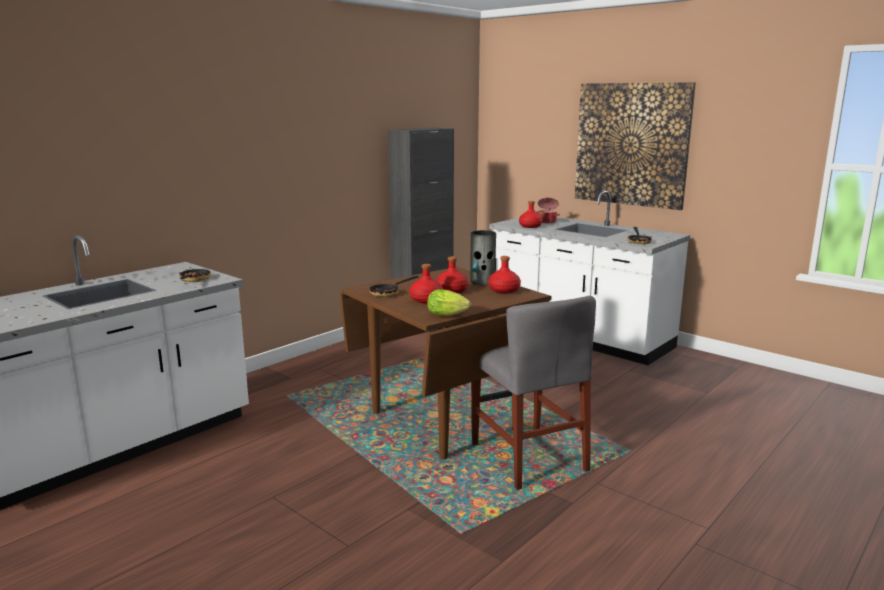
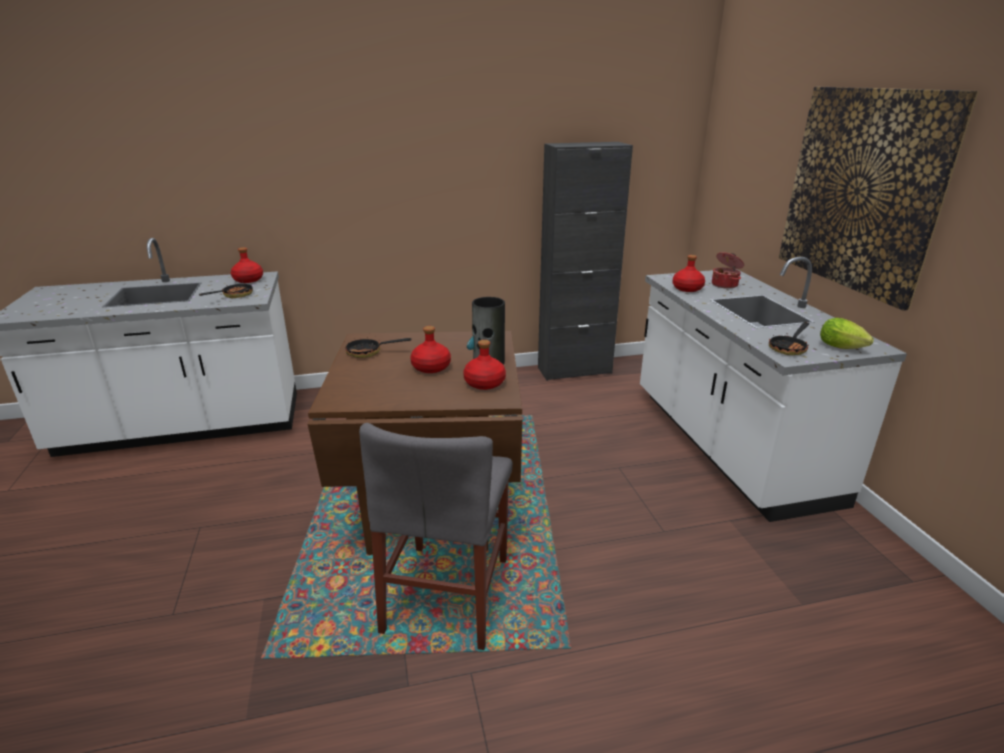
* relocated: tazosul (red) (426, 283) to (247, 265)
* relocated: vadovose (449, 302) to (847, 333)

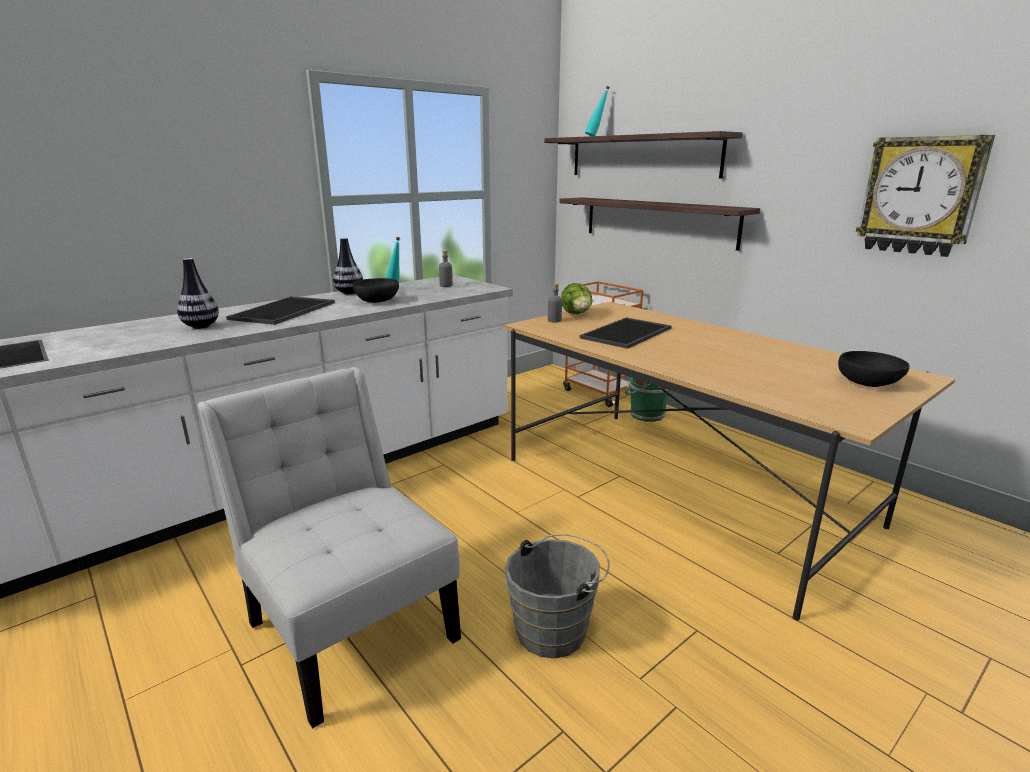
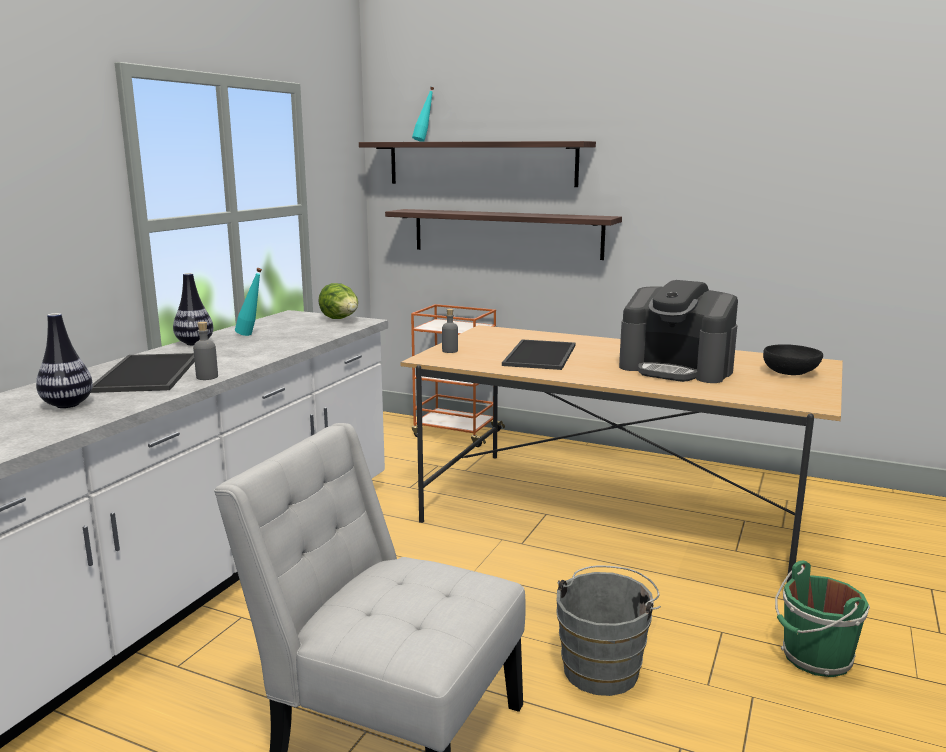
* missing: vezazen (925, 196)
* relocated: tazosul (grey) (446, 268) to (205, 351)
* missing: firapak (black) (376, 290)
* relocated: vadovose (576, 298) to (338, 301)
* relocated: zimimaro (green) (647, 400) to (822, 619)
* appeared: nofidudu (678, 331)

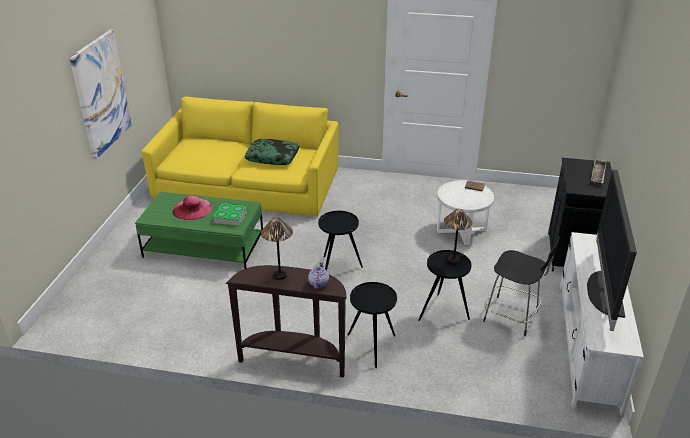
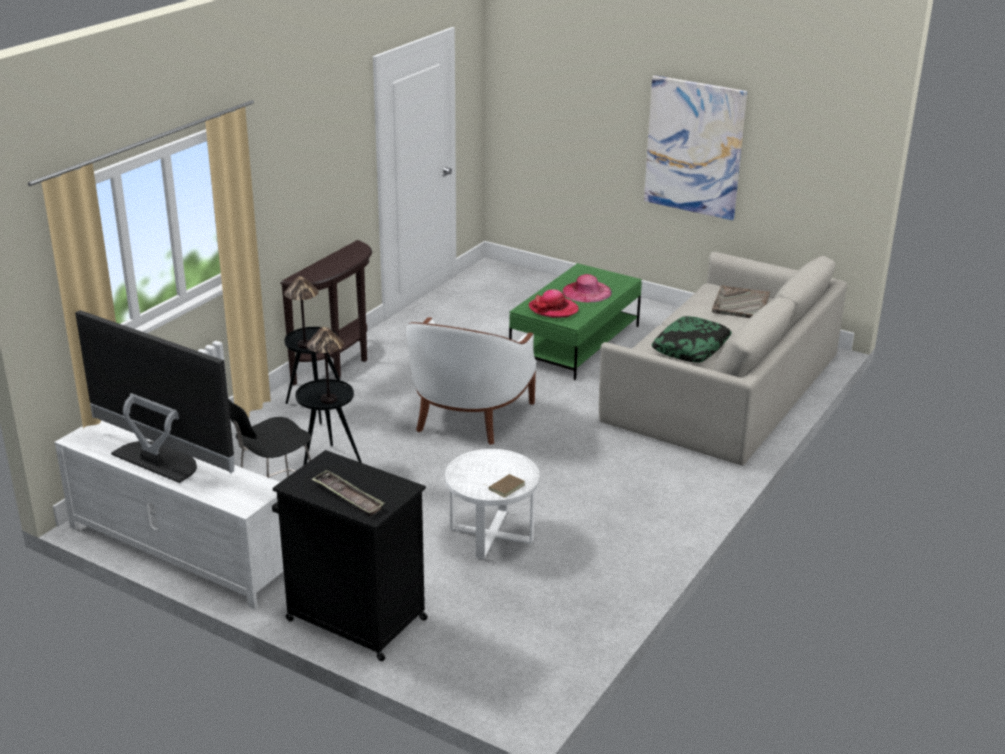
* colour: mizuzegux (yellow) (240, 156) to mizuzegux (grey) (723, 359)
* exchanged: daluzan (230, 214) to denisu (554, 303)
* exchanged: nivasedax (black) (340, 240) to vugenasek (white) (471, 381)
* relocated: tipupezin (277, 249) to (301, 312)
* missing: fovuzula (318, 275)
* appeared: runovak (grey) (741, 301)

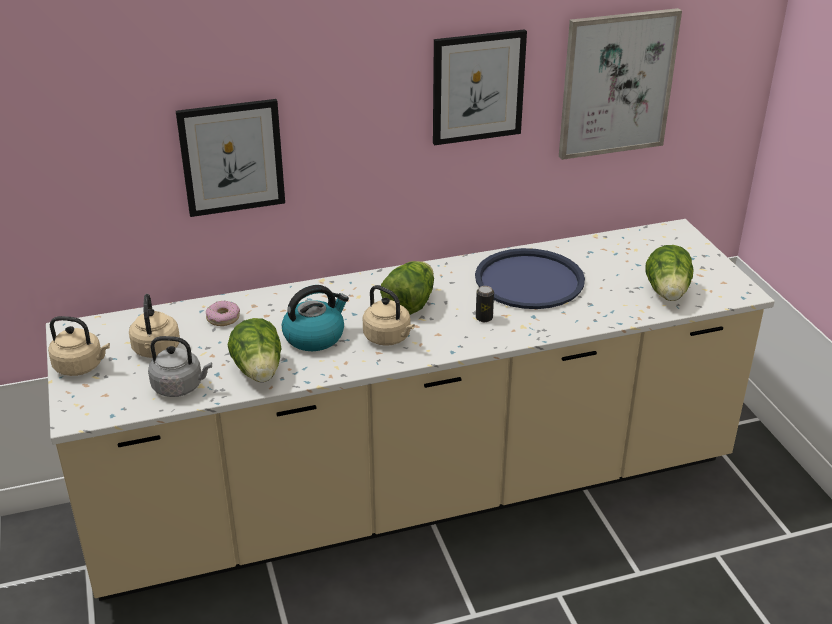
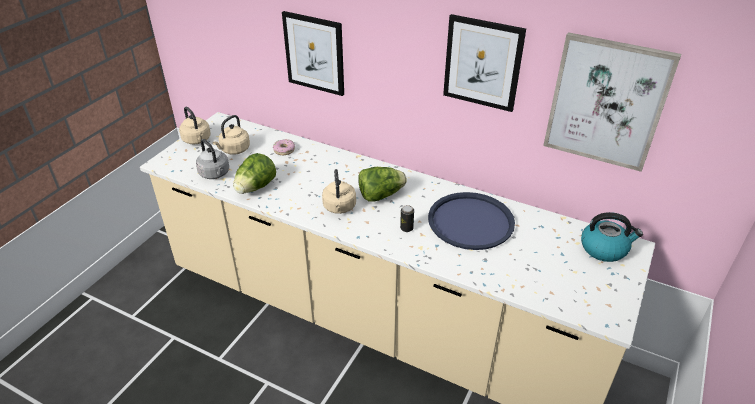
* missing: vadovose (669, 273)
* relocated: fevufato (315, 318) to (612, 237)

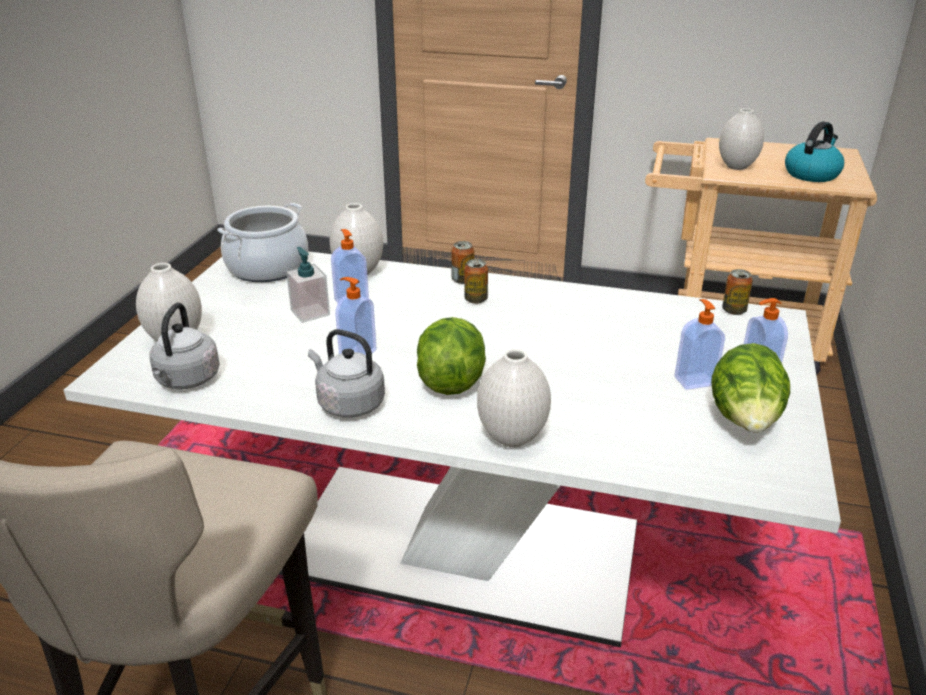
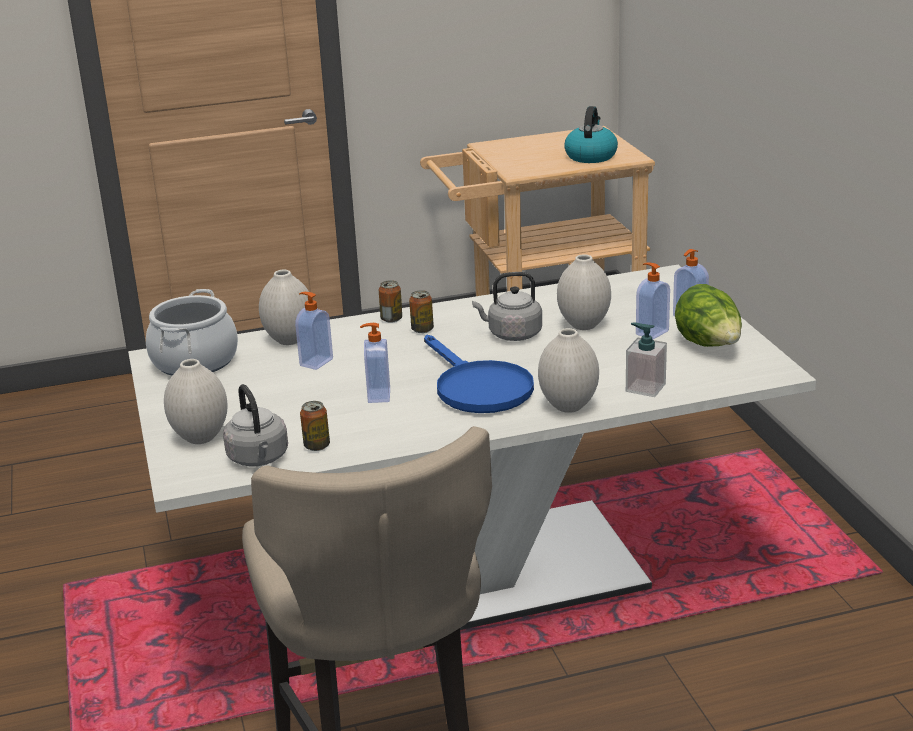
* relocated: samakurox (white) (741, 139) to (584, 292)
* relocated: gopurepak (308, 285) to (646, 359)
* relocated: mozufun (737, 292) to (315, 426)
* exchanged: vadovose (451, 356) to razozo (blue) (479, 374)
* relocated: fevufato (grey) (346, 373) to (507, 306)

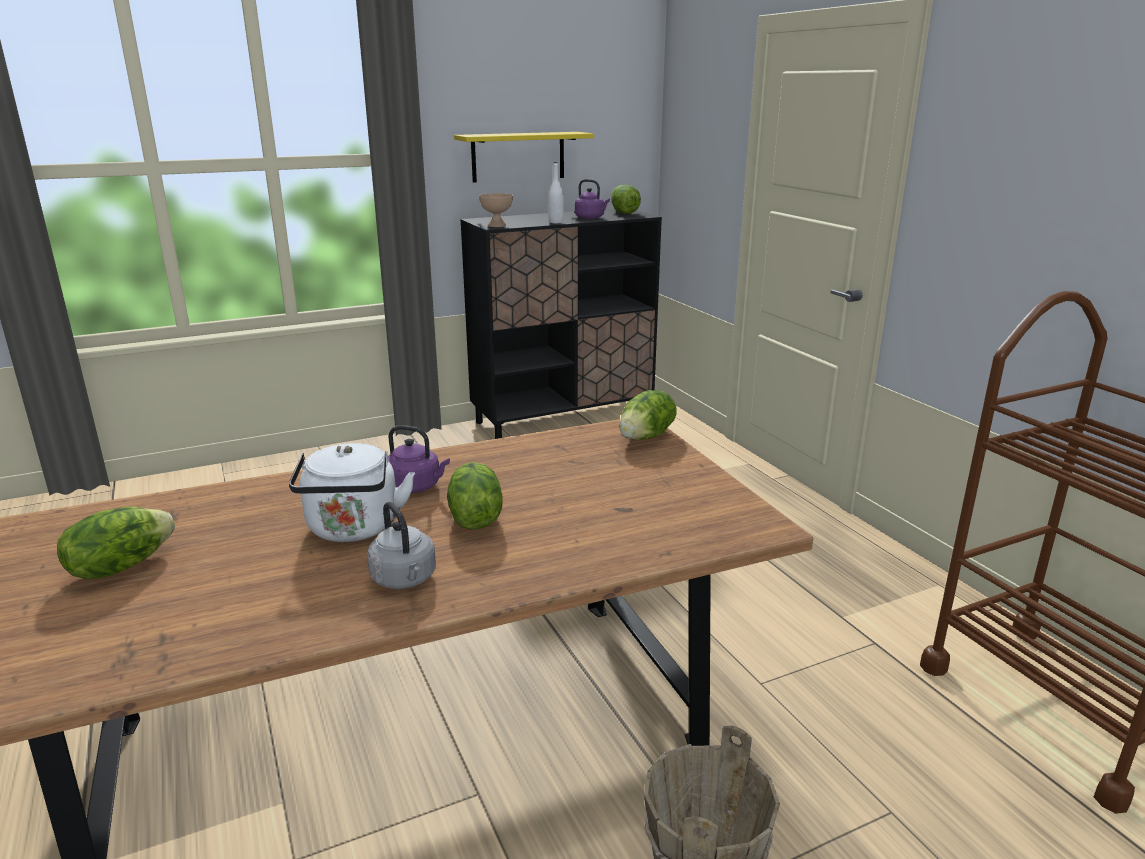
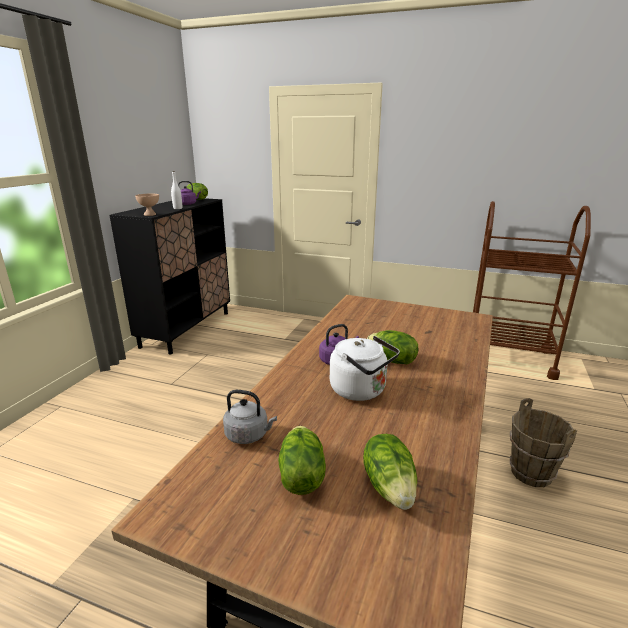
* missing: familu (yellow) (524, 157)
* relocated: vadovose (647, 415) to (390, 472)
* relocated: fevufato (grey) (401, 545) to (250, 417)

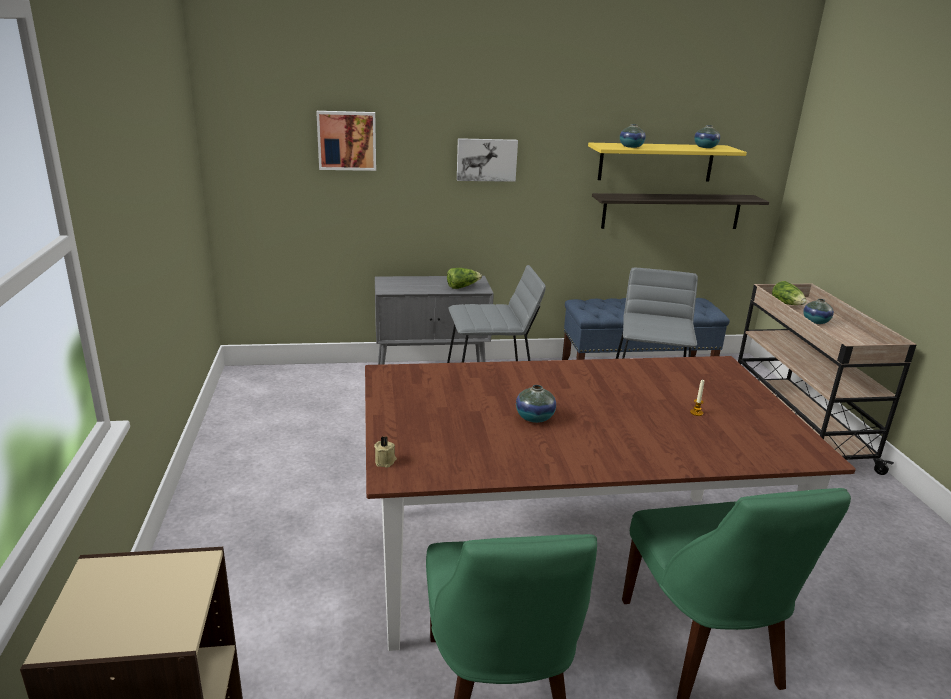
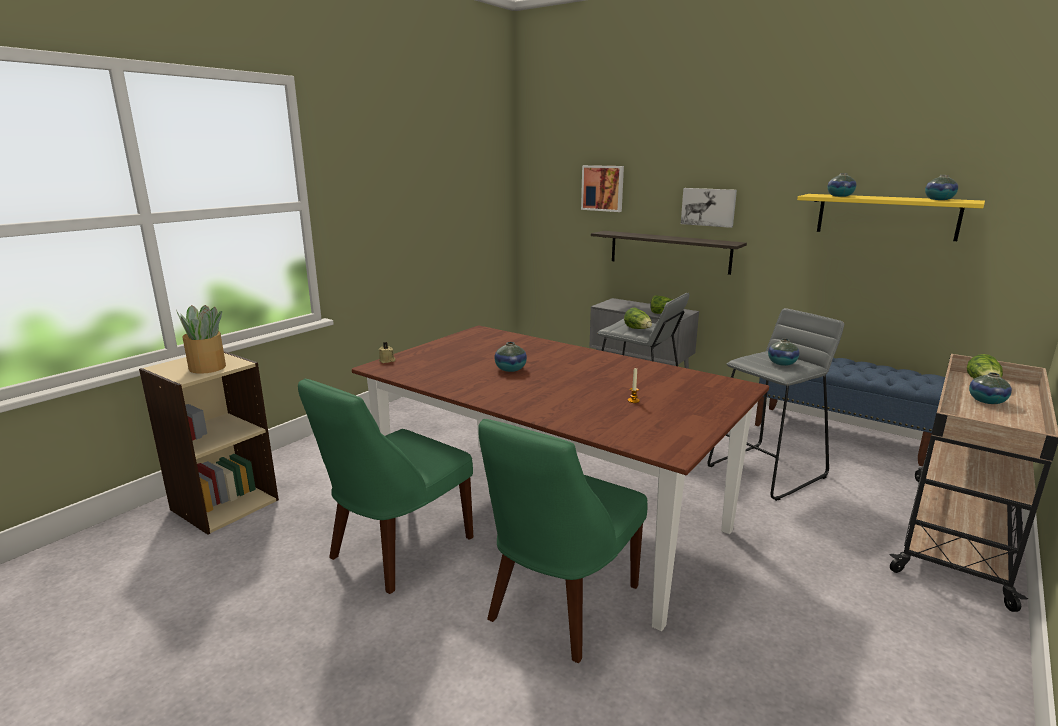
* relocated: familu (680, 211) to (669, 253)
* appeared: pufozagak (201, 339)
* appeared: vadovose (638, 318)
* appeared: samakurox (783, 352)

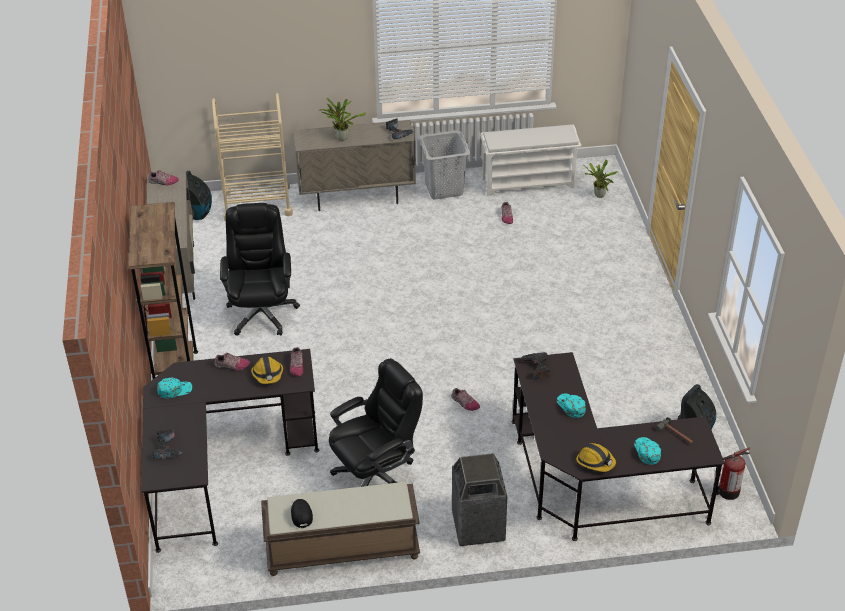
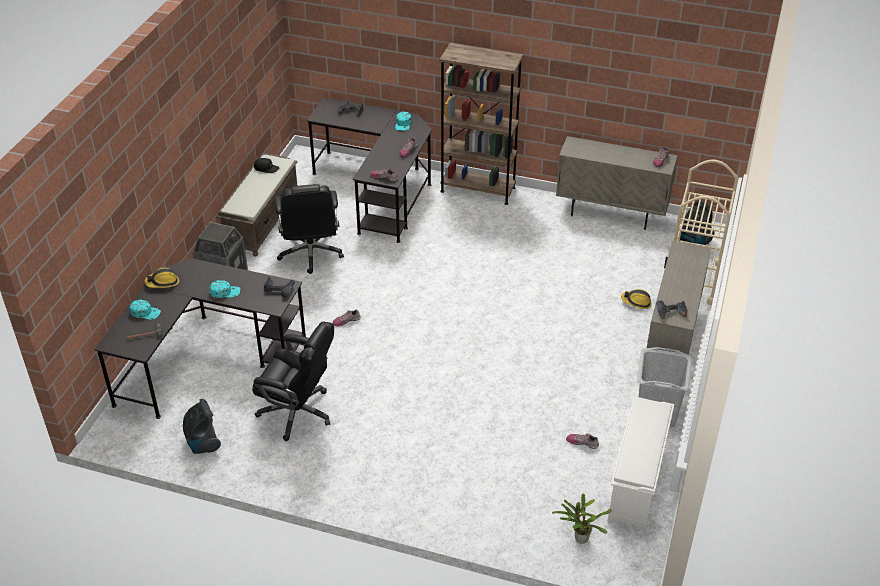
* missing: pufozagak (342, 119)
* relocated: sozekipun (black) (260, 269) to (293, 381)
* relocated: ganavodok (267, 370) to (636, 299)
* missing: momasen (733, 474)

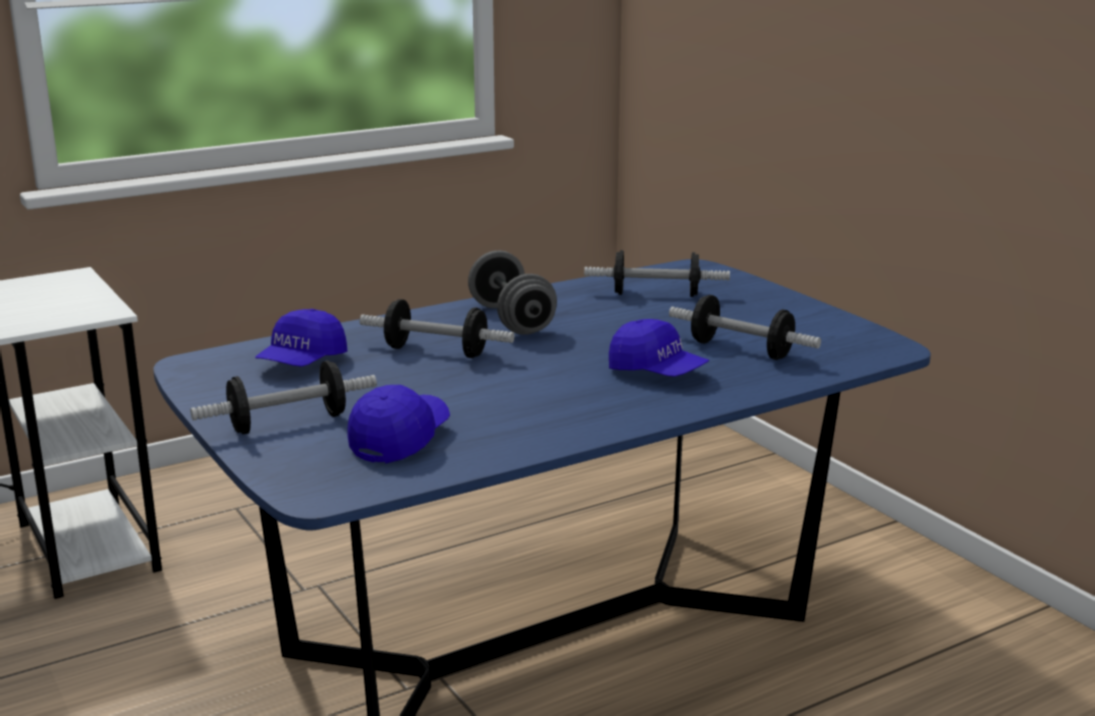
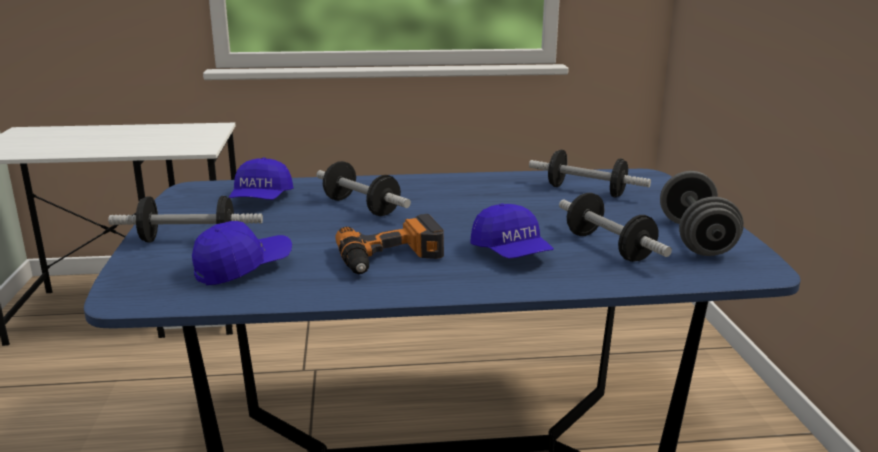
* relocated: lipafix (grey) (512, 292) to (702, 213)
* spun: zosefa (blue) (301, 338) = (261, 178) 45 degrees counterclockwise
* appeared: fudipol (389, 244)

